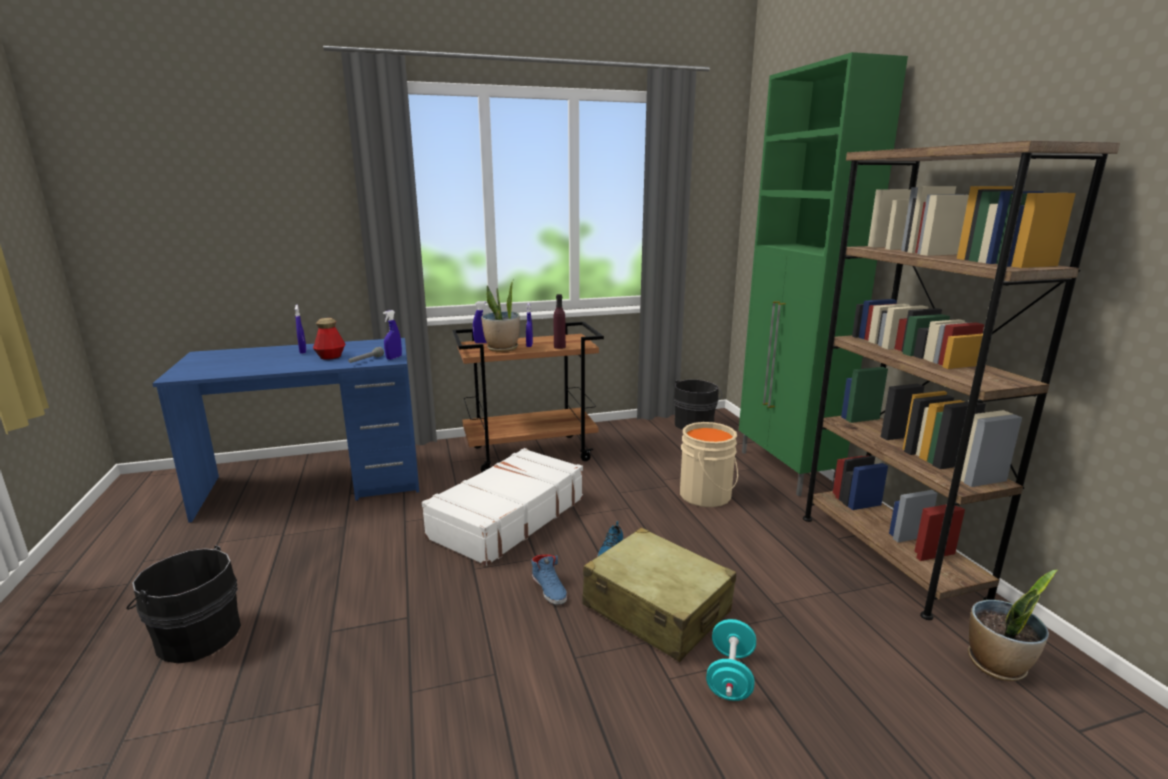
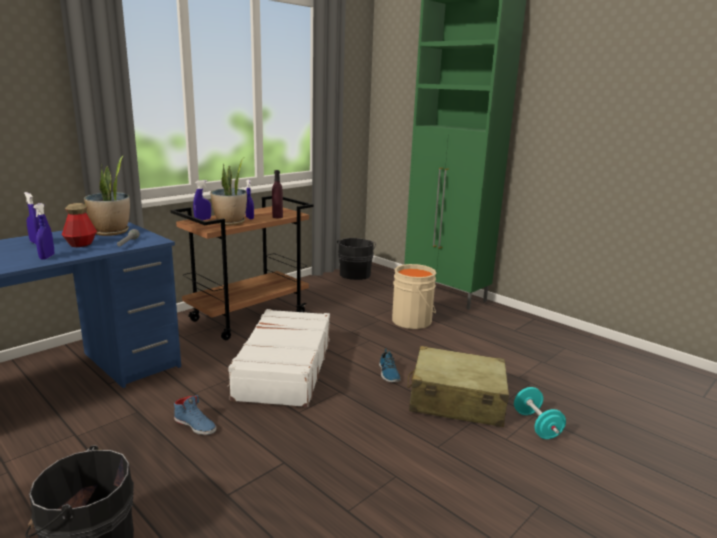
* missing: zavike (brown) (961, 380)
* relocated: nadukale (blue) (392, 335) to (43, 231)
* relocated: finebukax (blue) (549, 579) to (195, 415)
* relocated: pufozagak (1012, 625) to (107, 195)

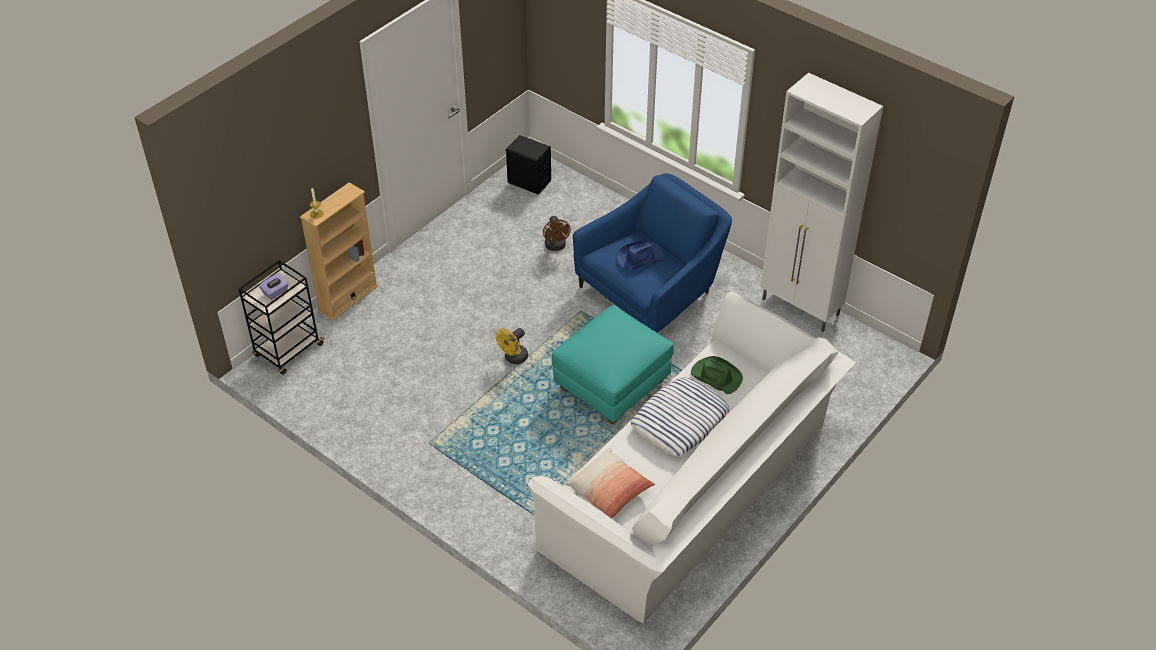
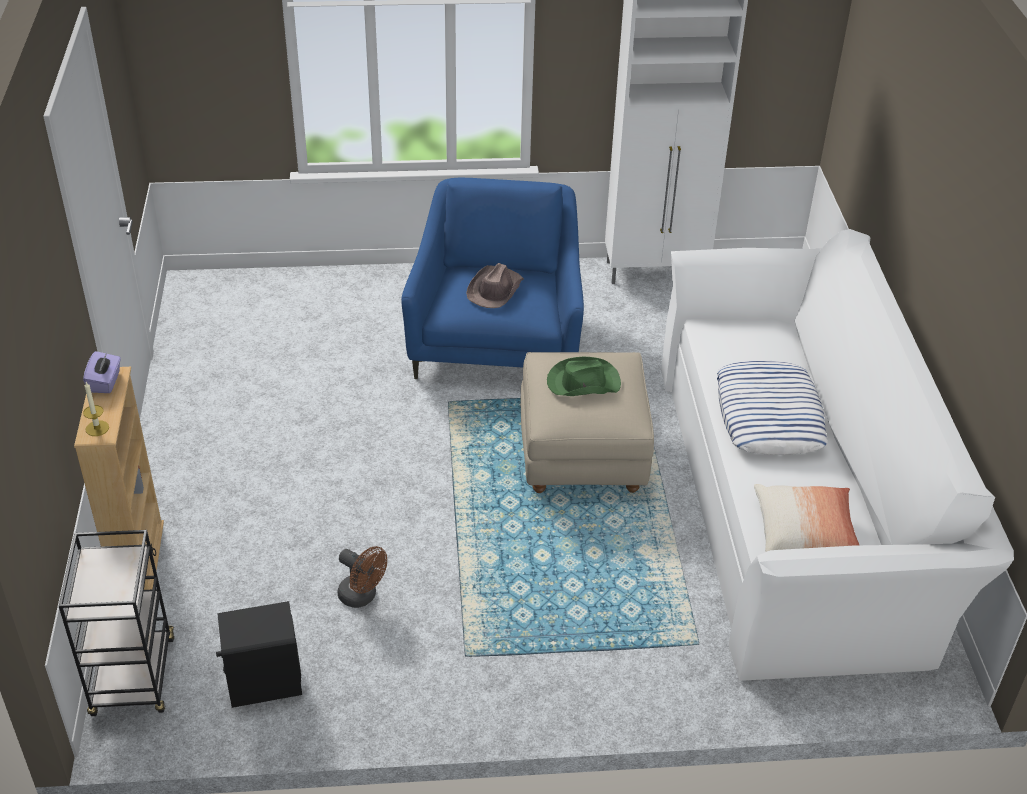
* relocated: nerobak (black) (528, 164) to (259, 654)
* relocated: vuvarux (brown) (557, 233) to (362, 577)
* colour: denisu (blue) (640, 255) to denisu (brown) (495, 285)
* relocated: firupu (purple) (274, 286) to (102, 372)
* colour: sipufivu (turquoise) (613, 364) to sipufivu (beige) (587, 422)
* missing: vuvarux (yellow) (512, 346)
* relocated: denisu (green) (717, 375) to (584, 376)

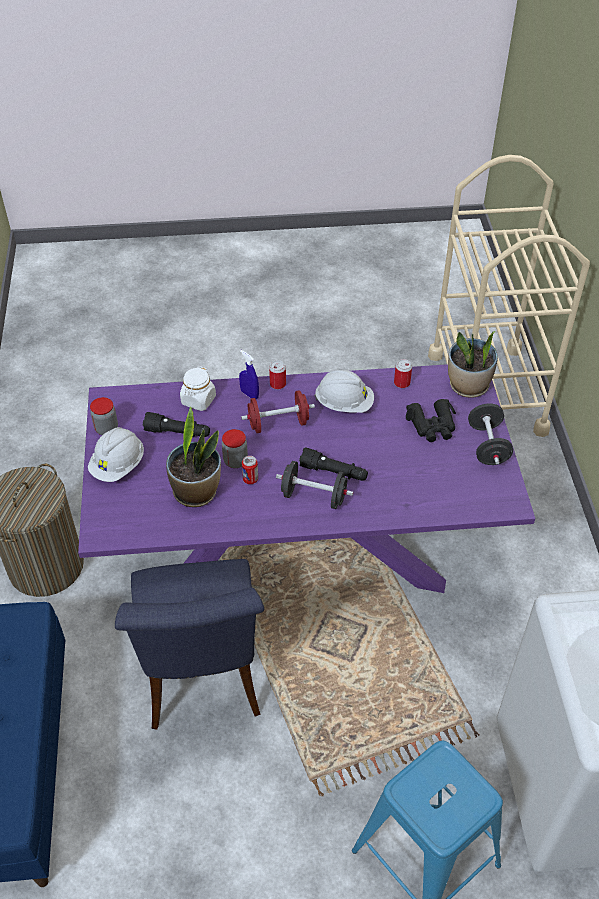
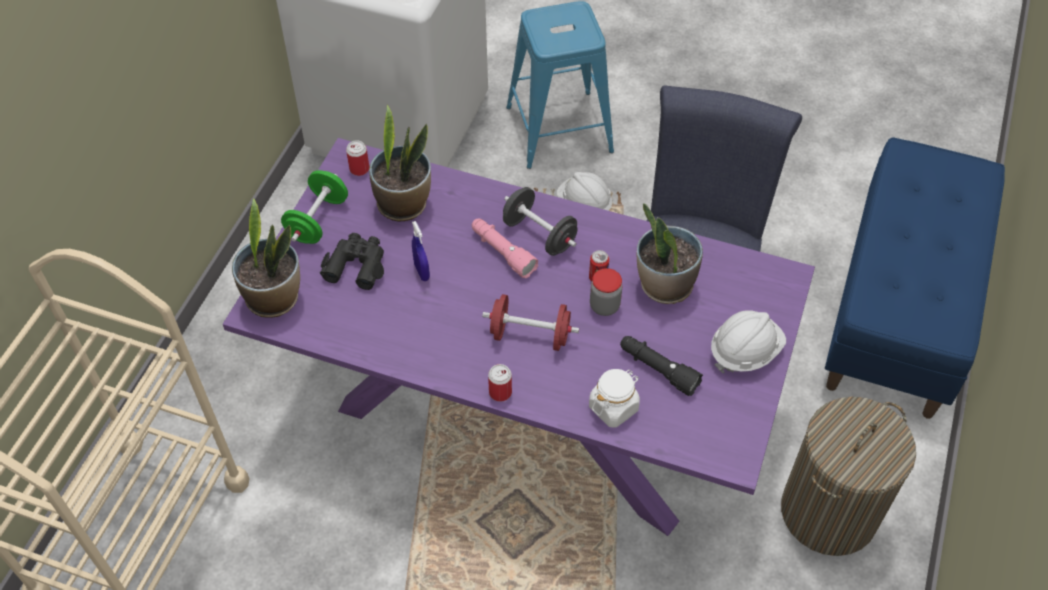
* relocated: nadukale (blue) (249, 374) to (421, 251)
* relocated: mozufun (403, 373) to (357, 158)
* relocated: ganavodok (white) (344, 391) to (584, 191)
* missing: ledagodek (104, 416)
* colour: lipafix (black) (490, 434) to lipafix (green) (314, 207)
* colour: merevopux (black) (333, 464) to merevopux (pink) (505, 248)
* appeared: pufozagak (400, 163)

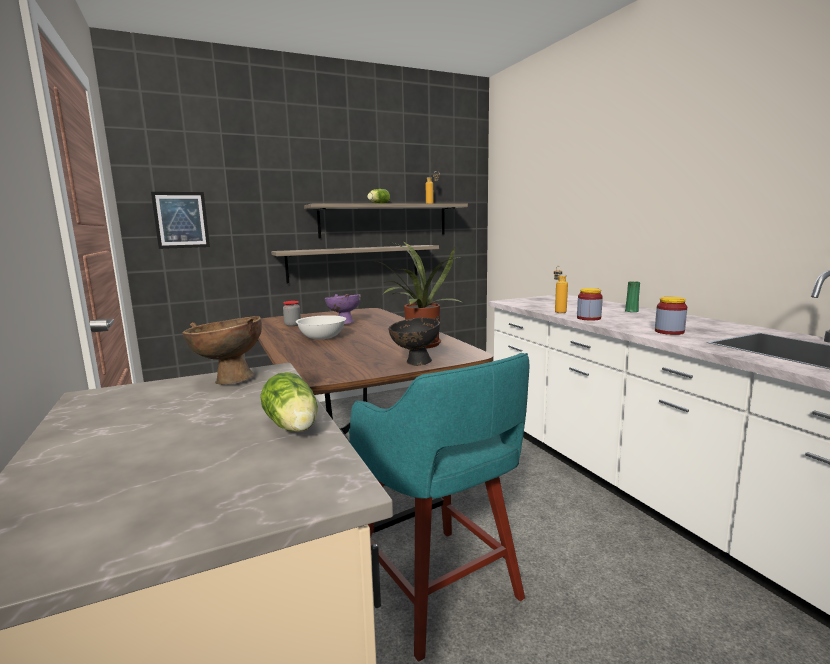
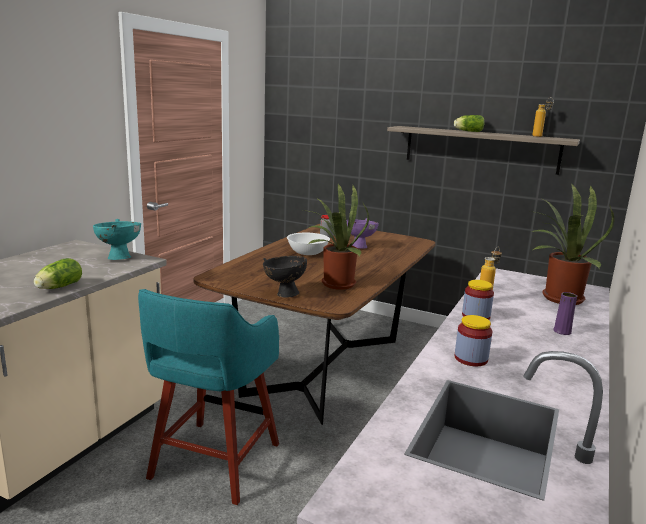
* missing: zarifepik (180, 220)
* missing: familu (355, 264)
* colour: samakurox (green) (632, 296) to samakurox (purple) (565, 313)
* colour: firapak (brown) (222, 350) to firapak (turquoise) (117, 239)
* appeared: pufozagak (571, 244)

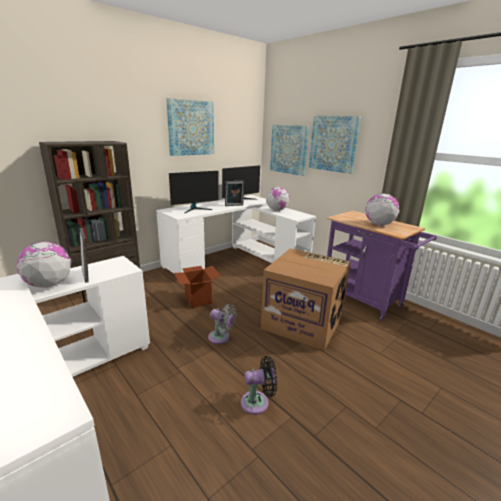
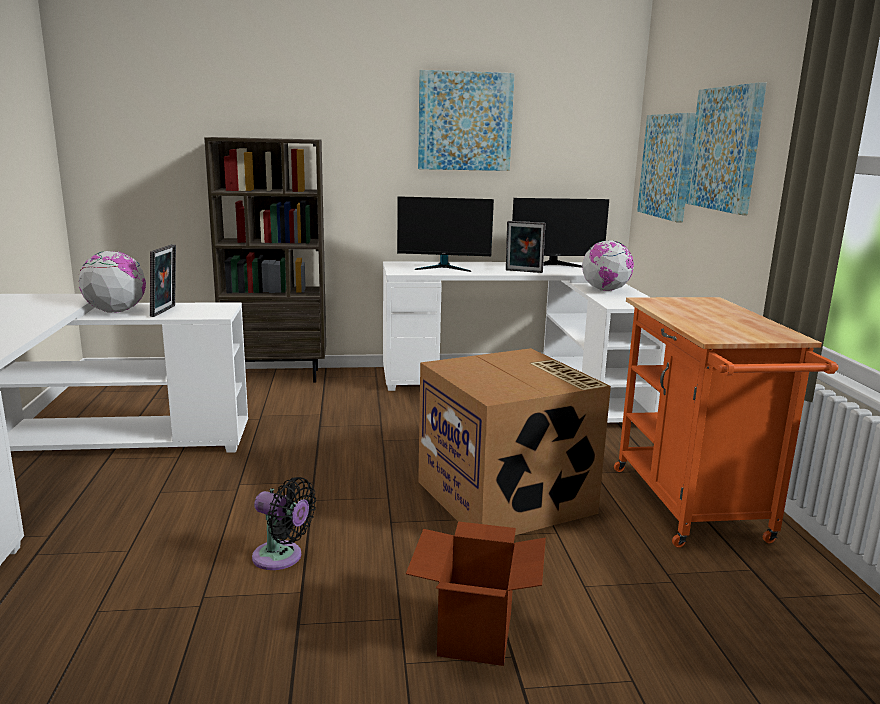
* missing: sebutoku (382, 210)
* colour: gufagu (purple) (382, 266) to gufagu (orange) (726, 422)
* relocated: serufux (197, 286) to (476, 593)
* missing: vuvarux (grey) (222, 324)

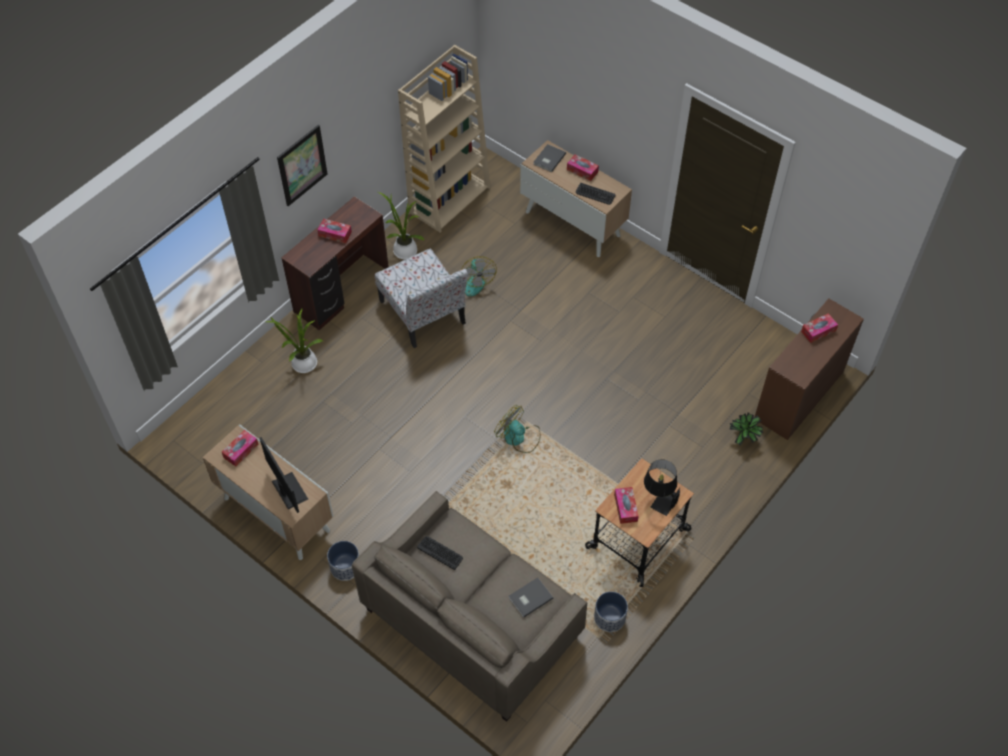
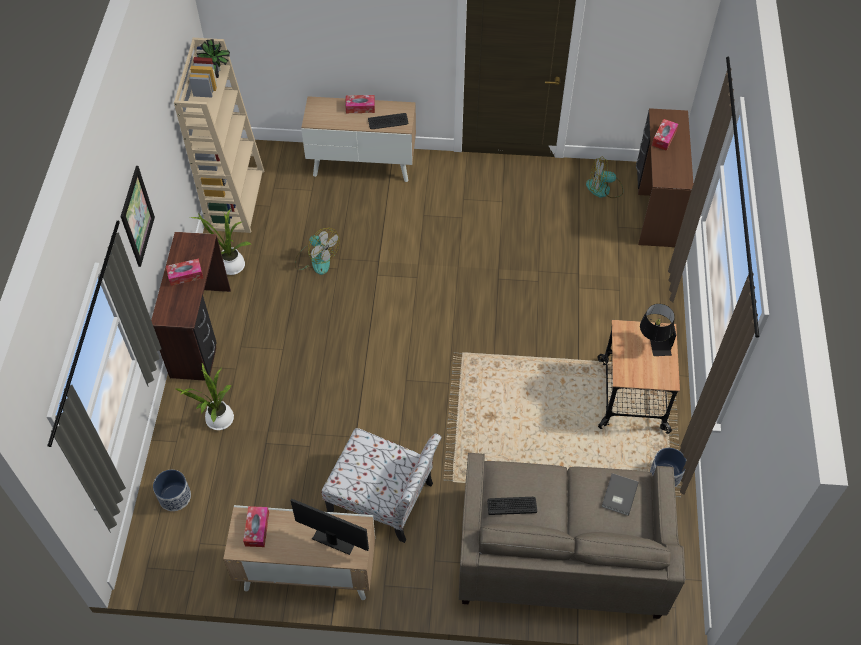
* missing: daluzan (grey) (549, 158)
* relocated: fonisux (421, 298) to (381, 485)
* relocated: vuvarux (517, 429) to (604, 177)
* relocated: pufozagak (746, 429) to (213, 56)
* missing: firupu (626, 505)
* relocated: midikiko (343, 561) to (172, 490)

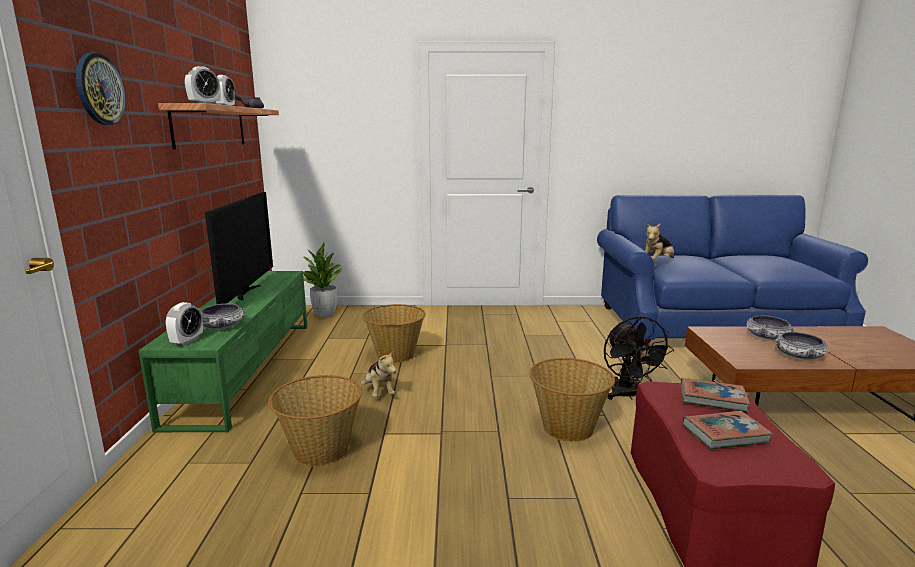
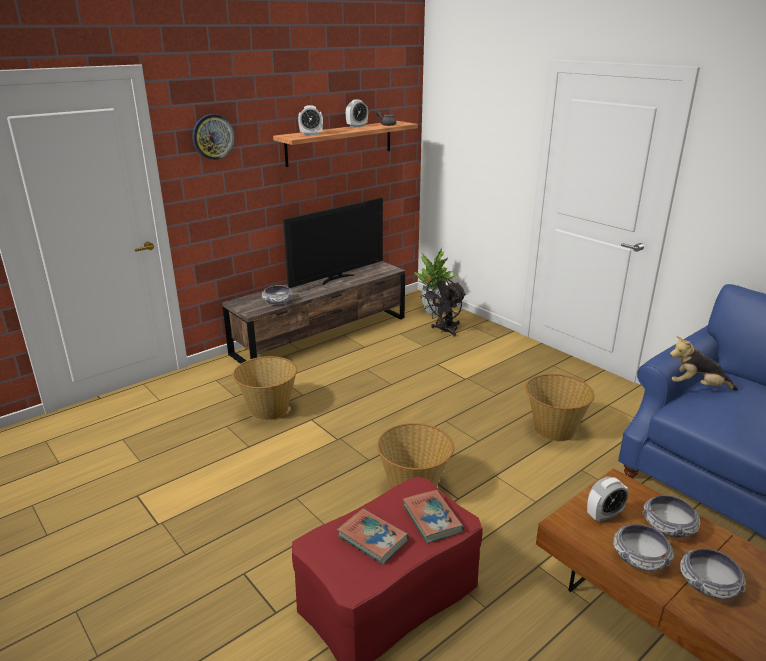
* colour: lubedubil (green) (222, 352) to lubedubil (brown) (313, 312)
* relocated: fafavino (184, 324) to (607, 499)
* relocated: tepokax (394, 333) to (560, 407)
* relocated: vuvarux (black) (639, 358) to (443, 306)
* missing: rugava (378, 373)
* appeared: firapak (713, 573)

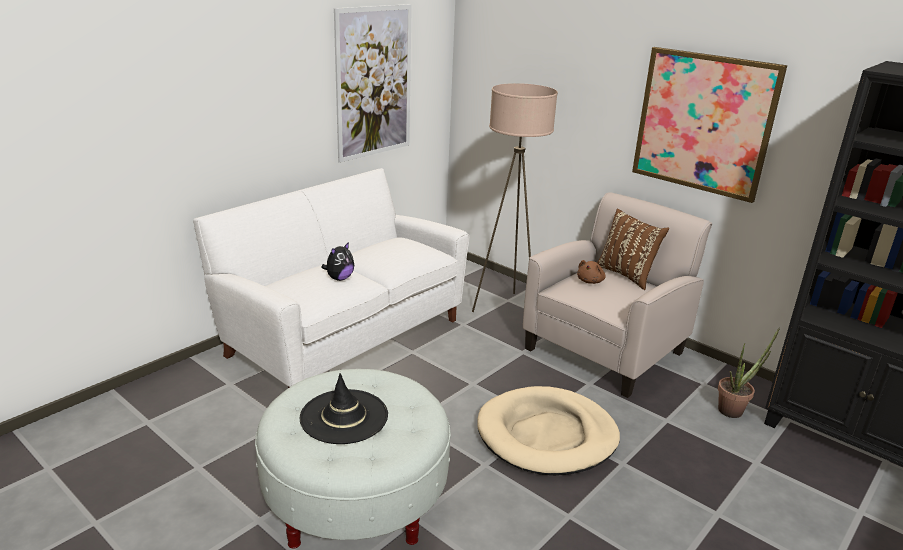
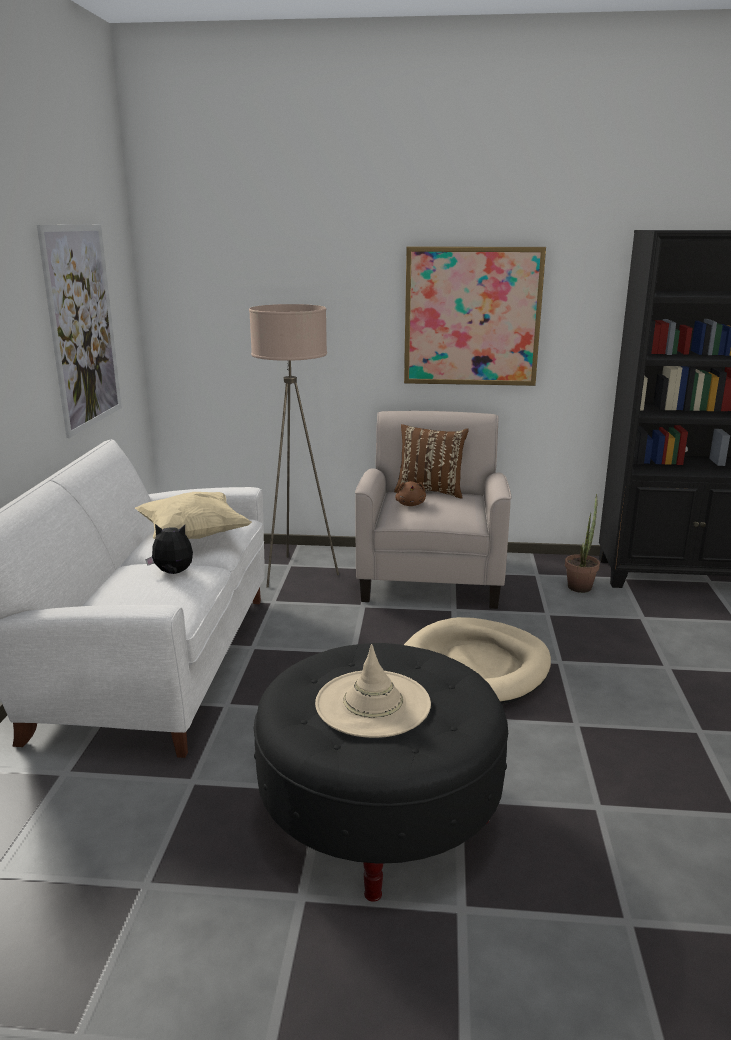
* spun: rugava (337, 261) = (169, 549) 90 degrees counterclockwise
* colour: sipufivu (white) (353, 459) to sipufivu (black) (381, 772)
* colour: denisu (black) (343, 408) to denisu (beige) (373, 691)
* appeared: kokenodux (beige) (193, 515)

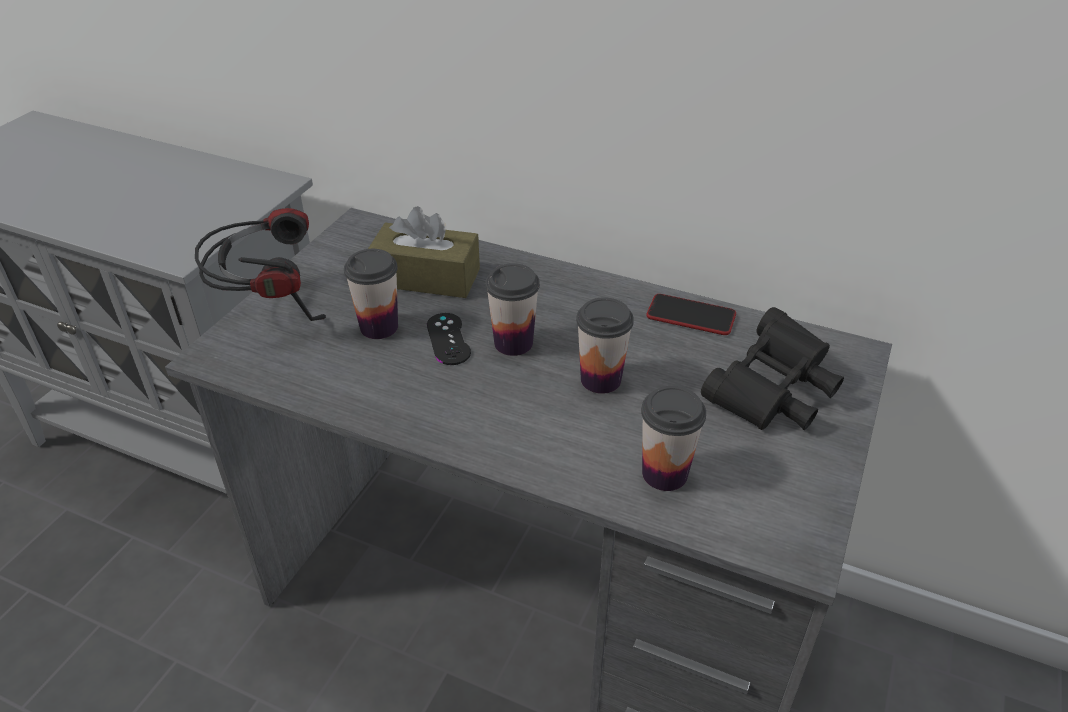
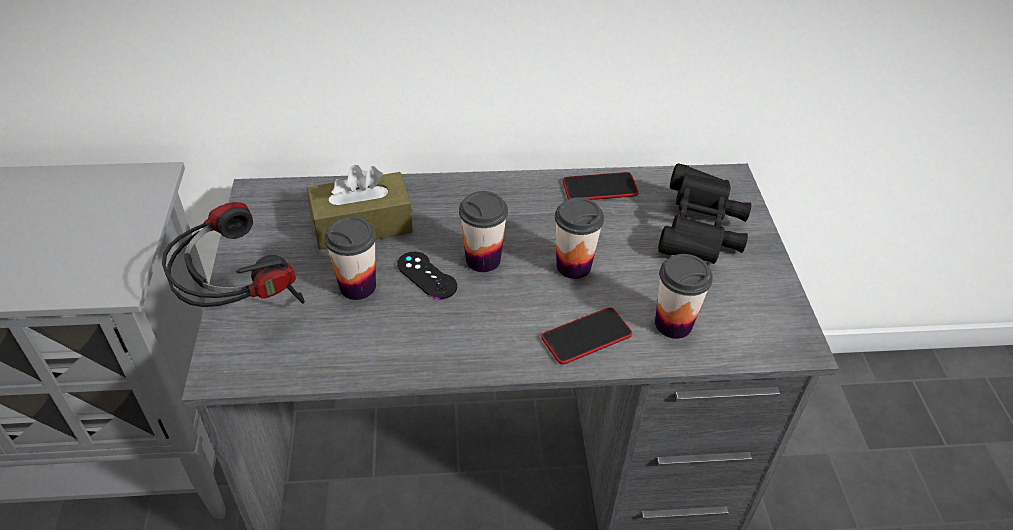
* appeared: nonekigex (586, 335)

